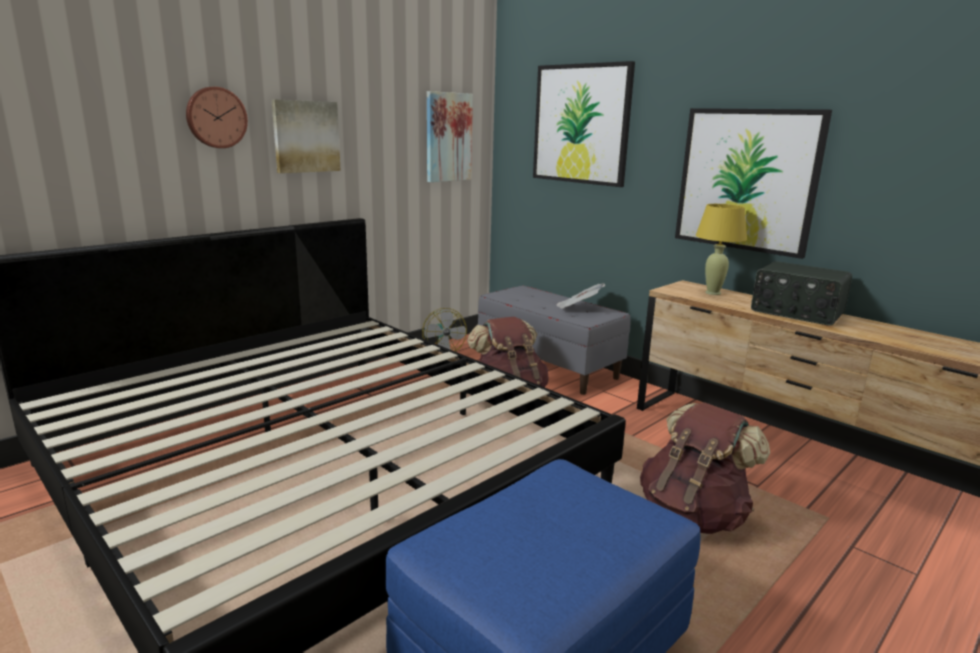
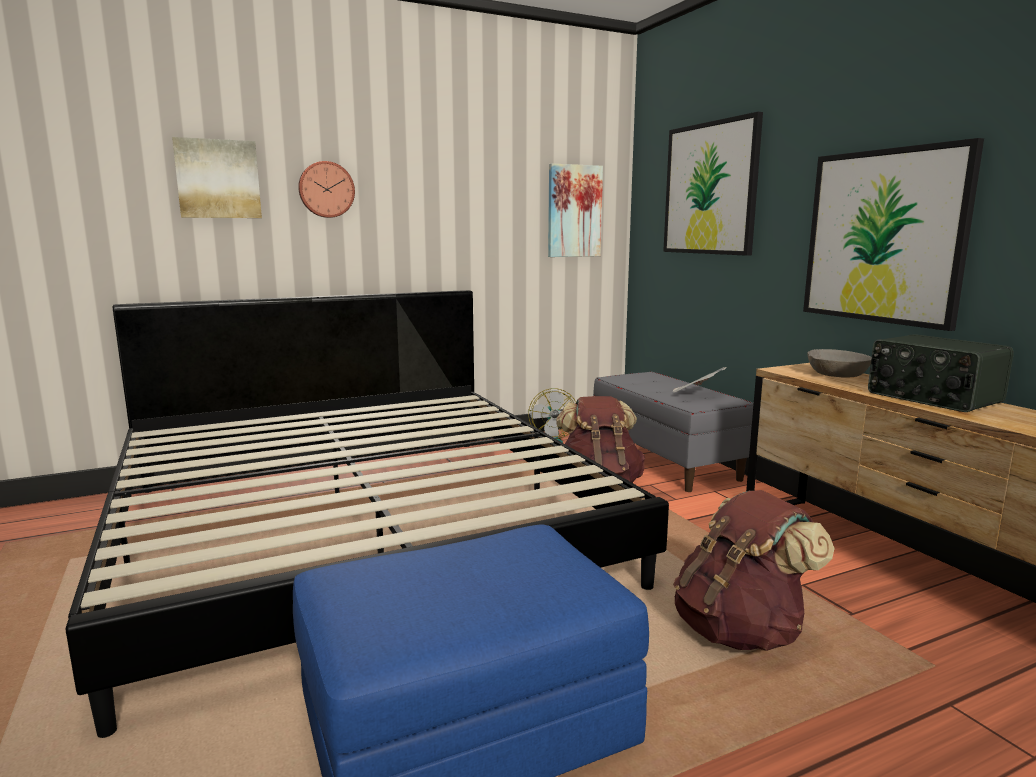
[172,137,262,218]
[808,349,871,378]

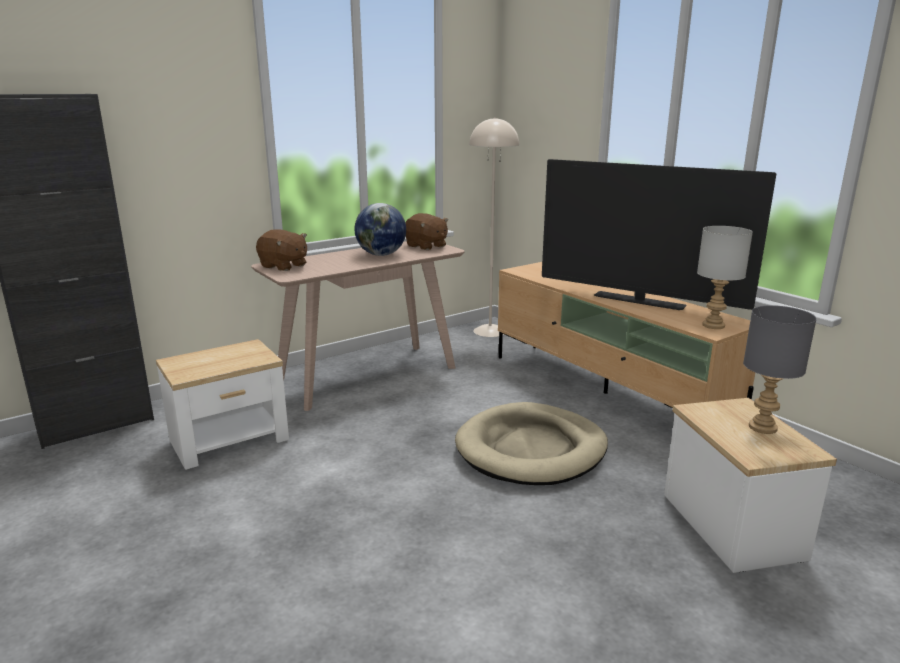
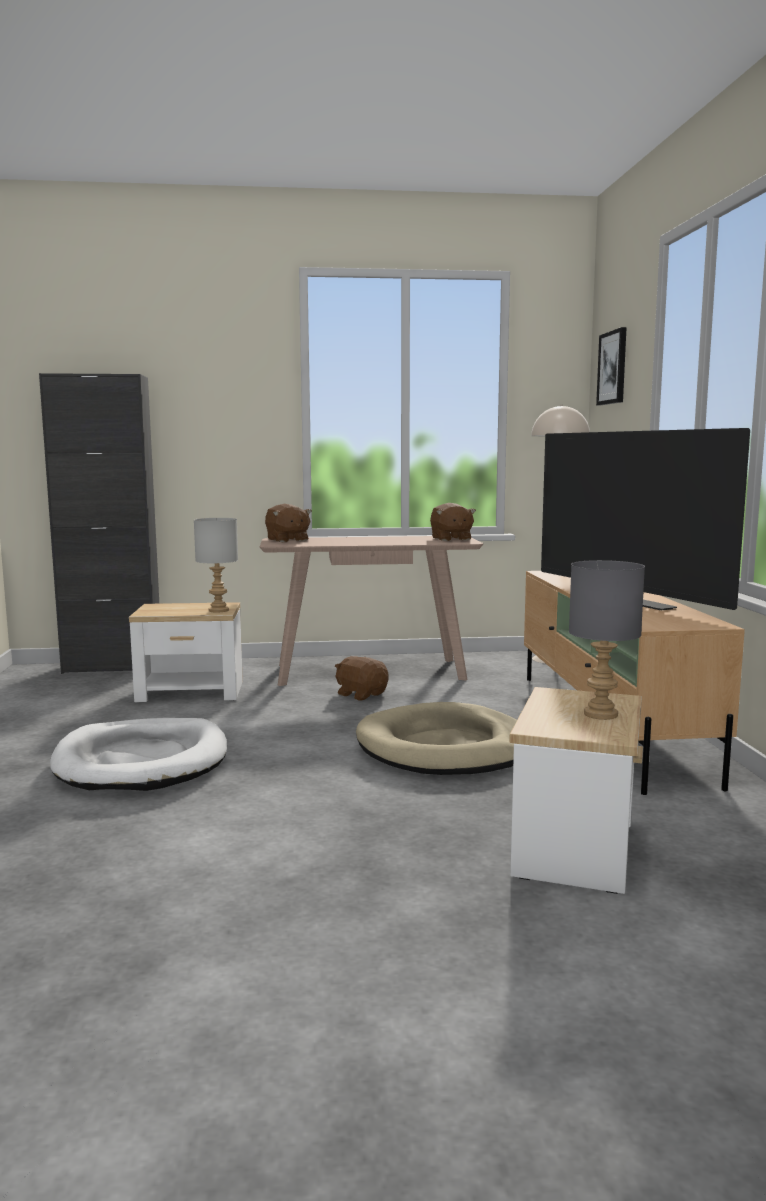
[50,718,227,791]
[194,518,238,612]
[335,656,389,701]
[596,327,627,405]
[354,203,406,256] (first image)

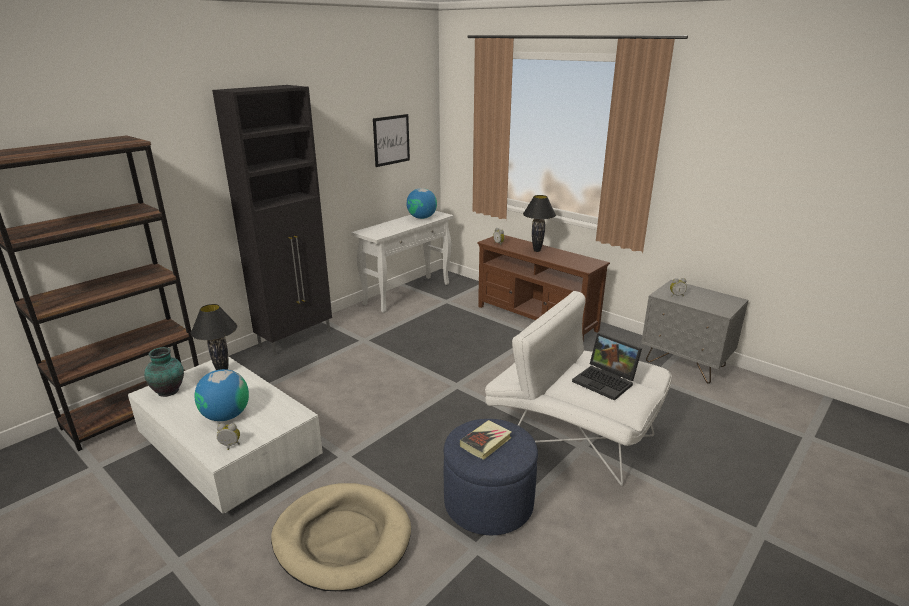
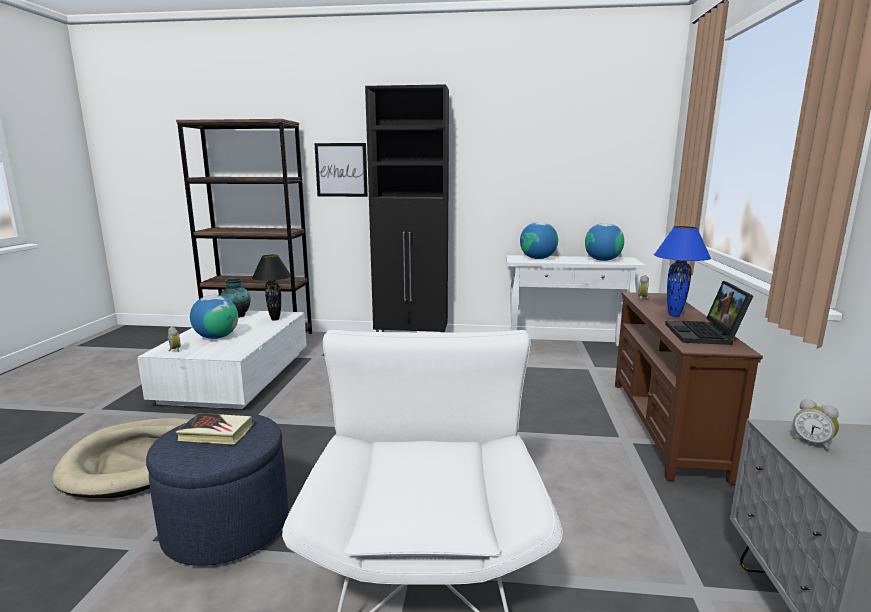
[314,143,368,197]
[520,222,558,259]
[654,226,711,317]
[665,281,753,345]

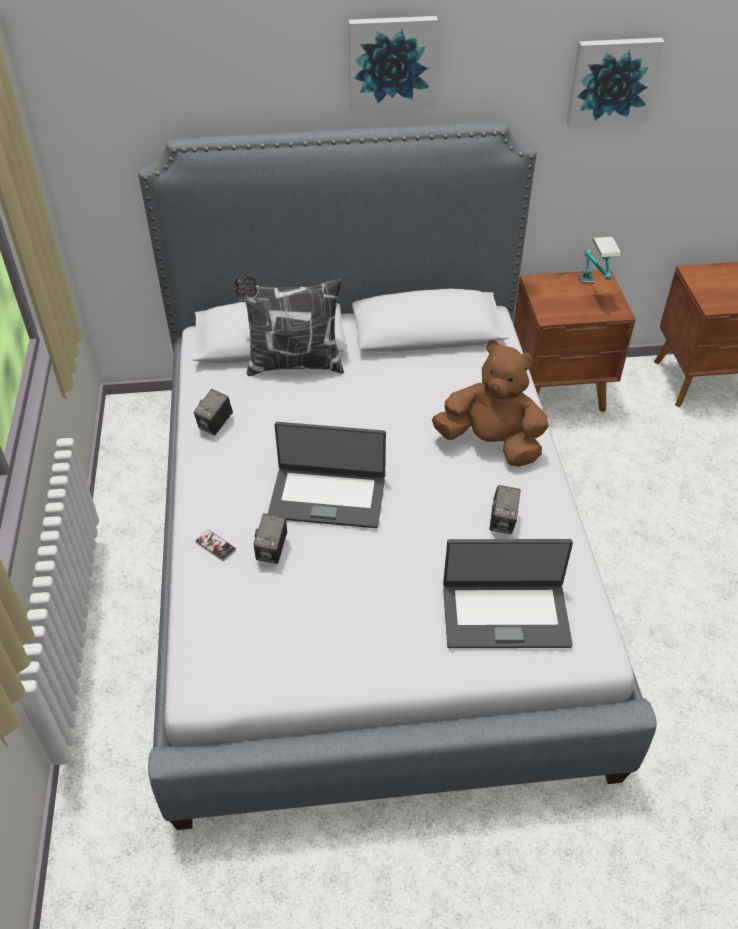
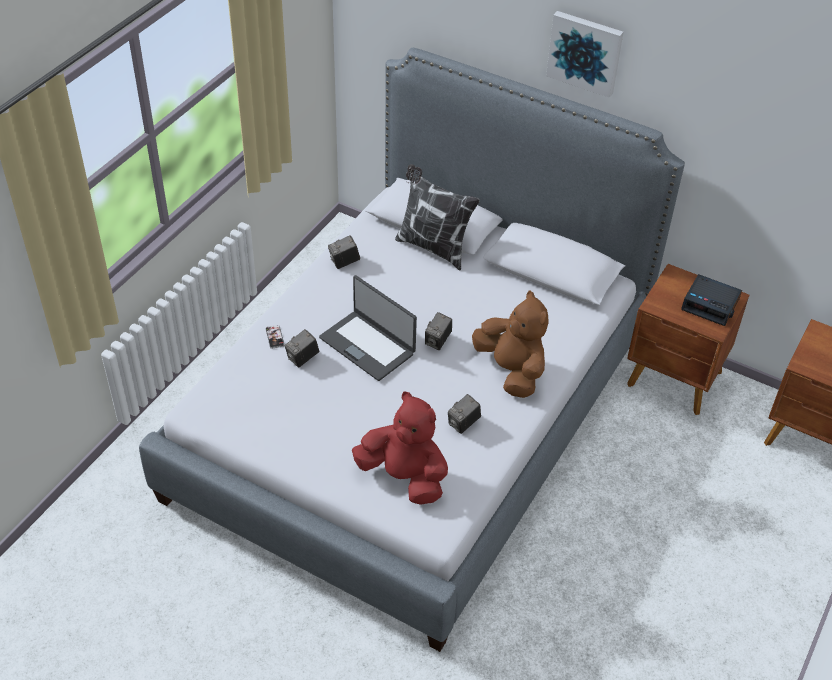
[352,392,448,505]
[425,312,452,350]
[681,274,742,326]
[566,38,665,127] (first image)

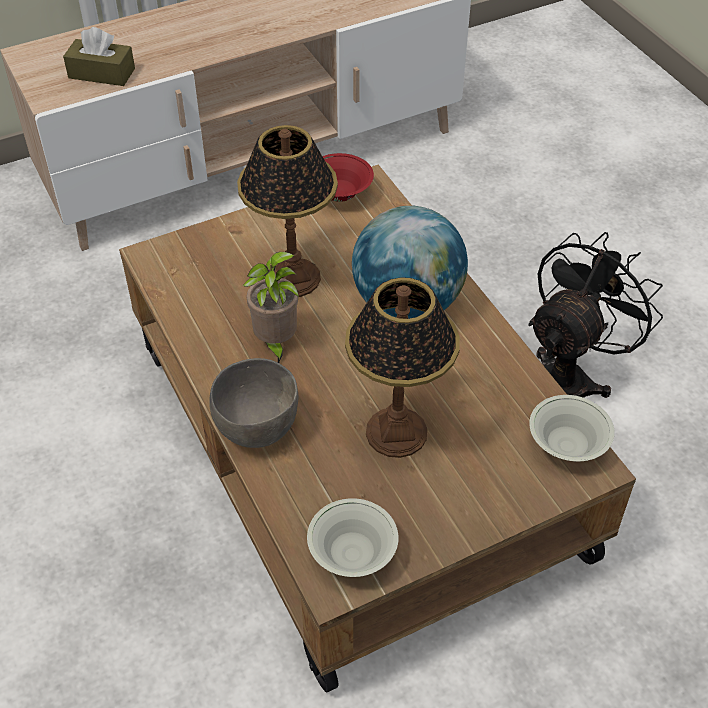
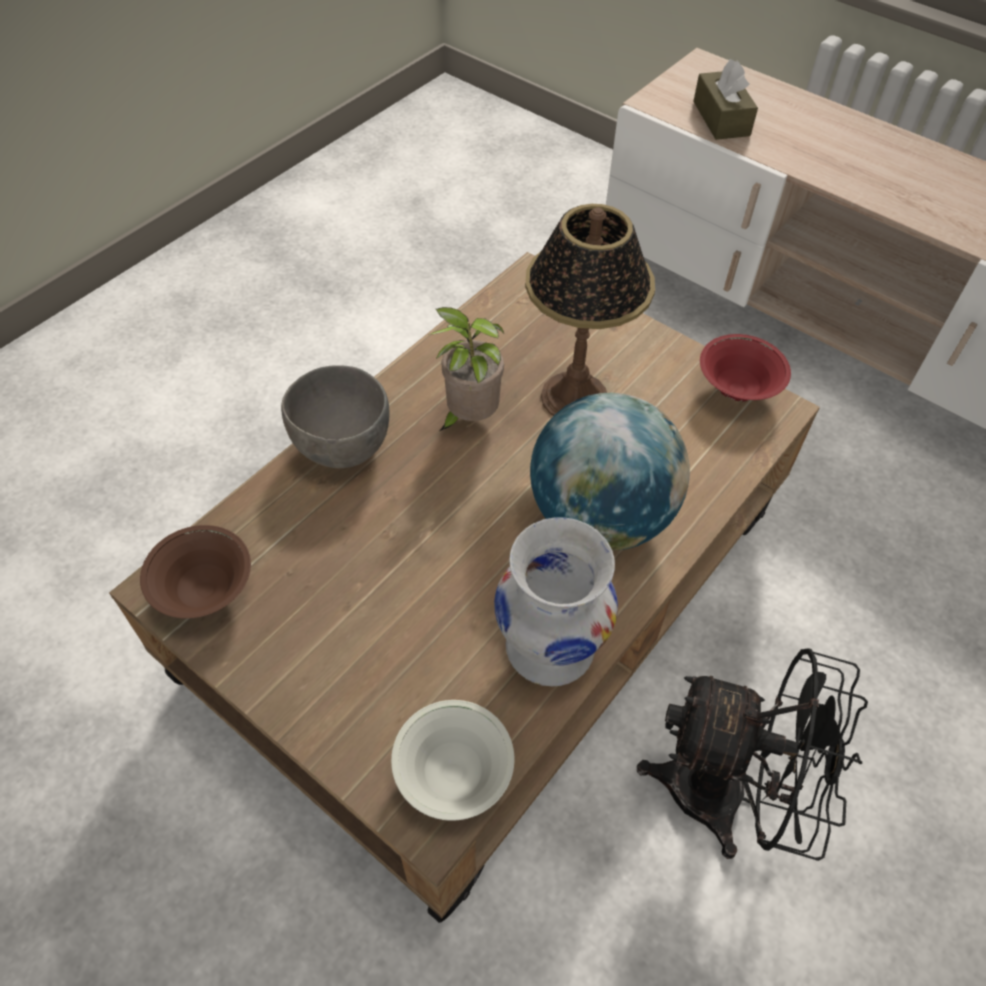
[140,525,251,619]
[494,517,618,686]
[345,277,460,458] (first image)

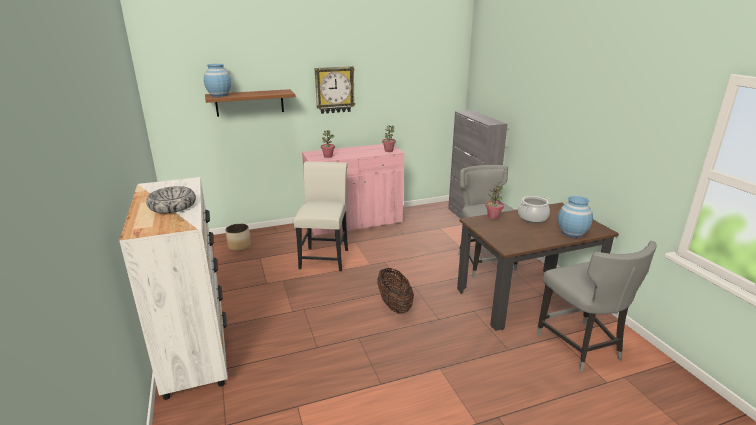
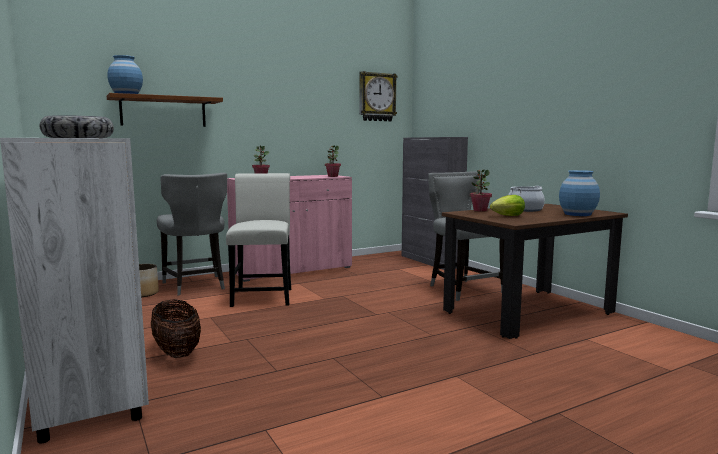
[151,300,201,358]
[157,173,227,295]
[360,71,397,121]
[490,195,525,216]

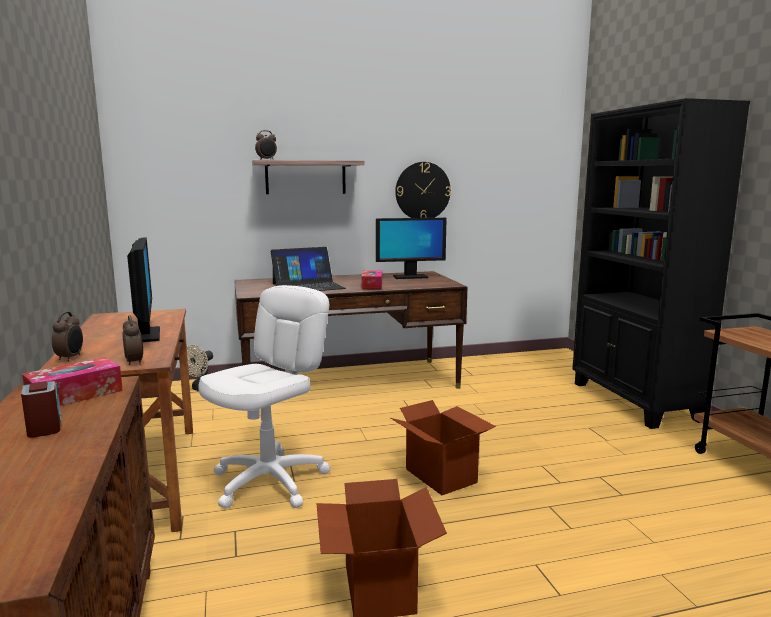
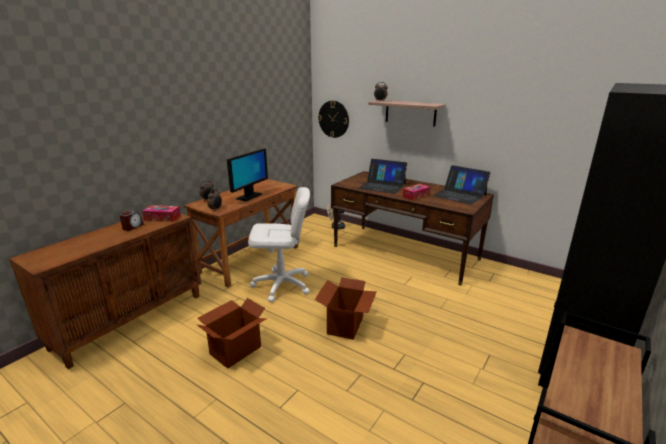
[318,101,349,138]
[433,165,491,205]

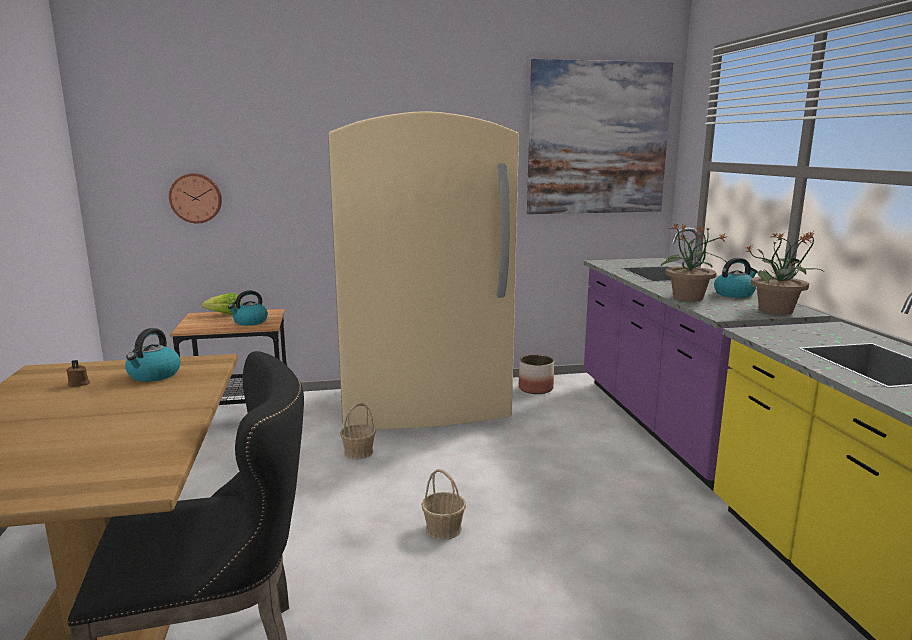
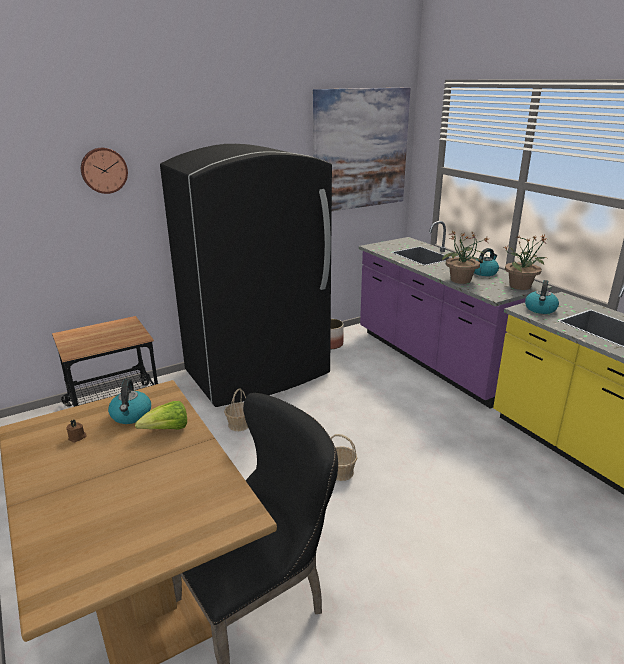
[81,148,128,194]
[135,401,187,430]
[160,144,332,407]
[525,280,559,314]

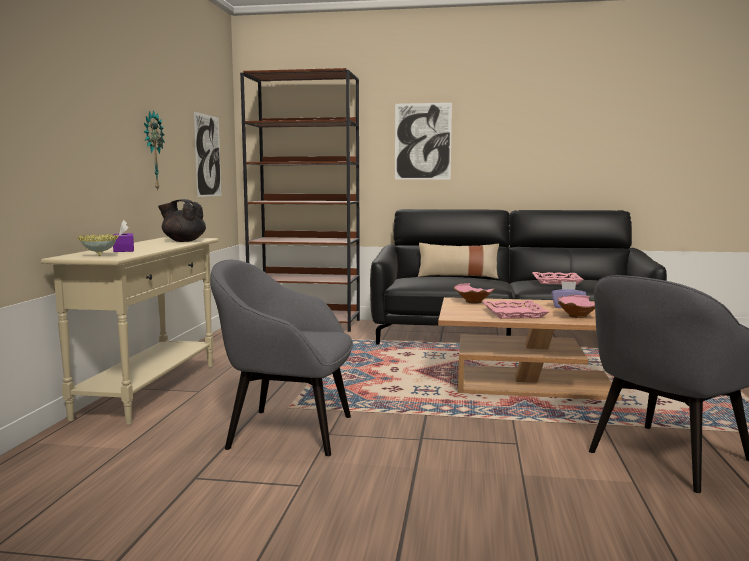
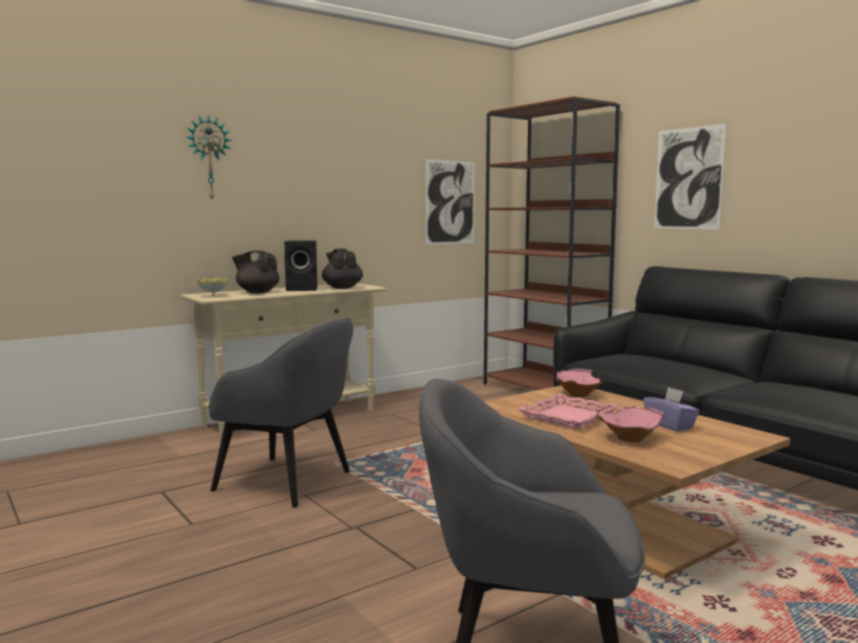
[186,114,232,199]
[208,318,353,508]
[232,250,280,293]
[284,241,317,291]
[418,243,499,279] (first image)
[532,272,584,285] (first image)

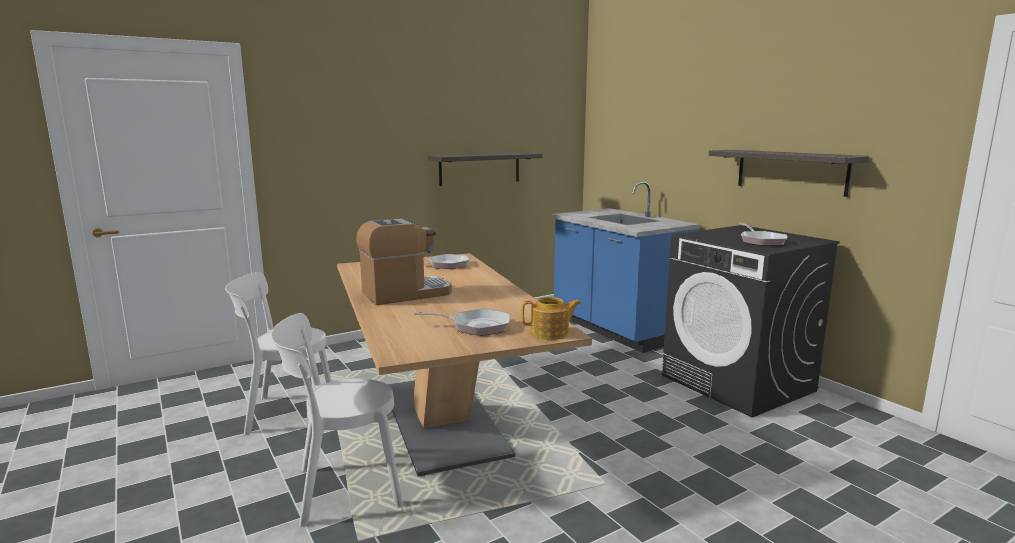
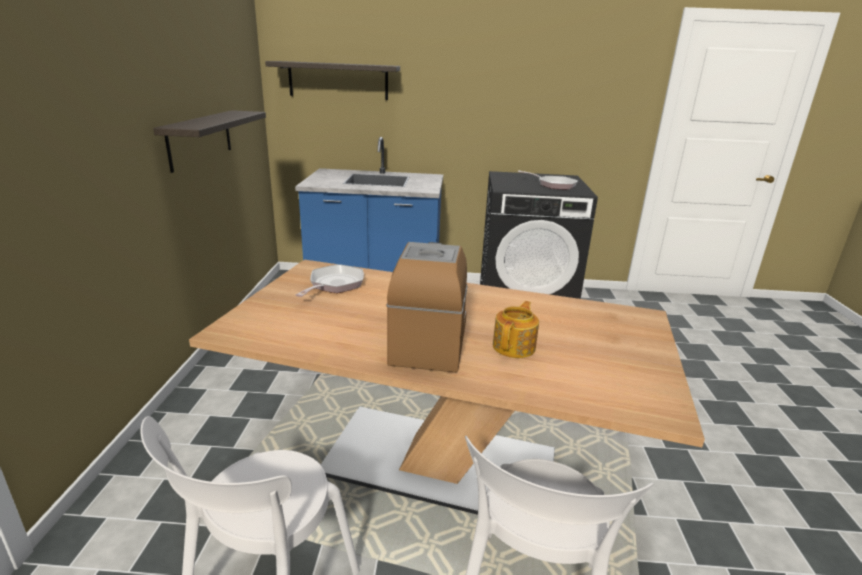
[265,61,400,100]
[493,301,539,358]
[413,308,510,336] (first image)

